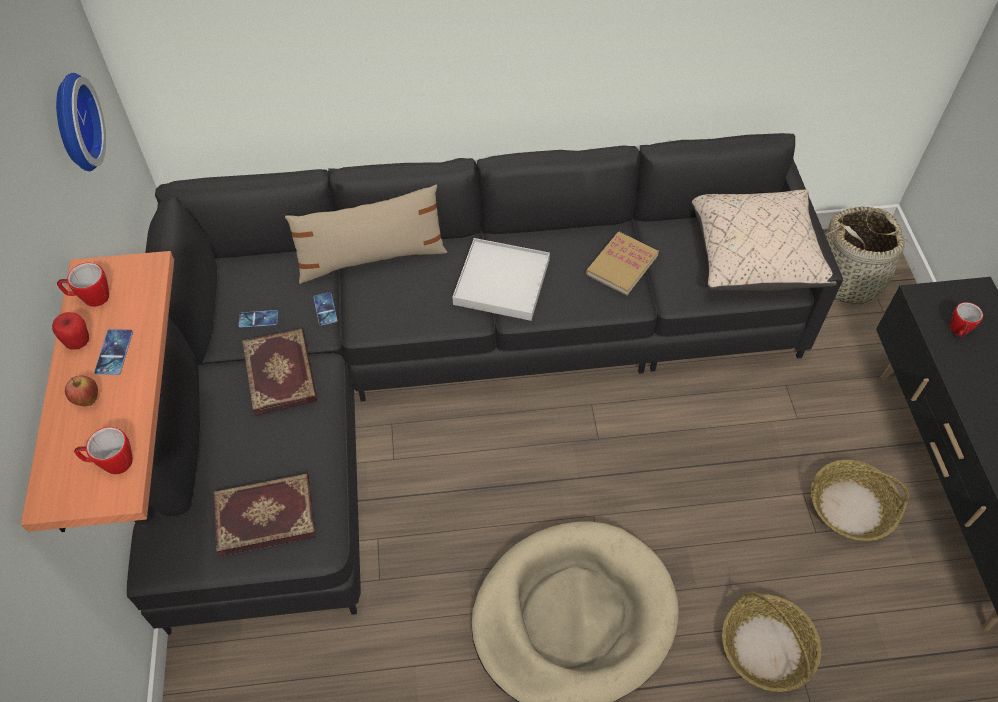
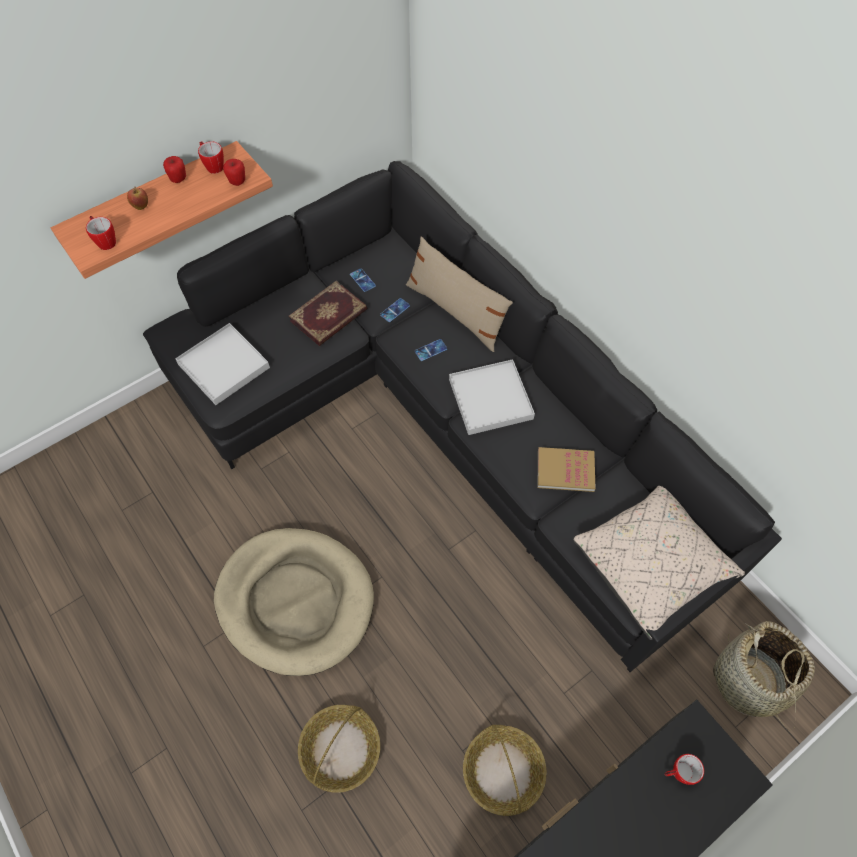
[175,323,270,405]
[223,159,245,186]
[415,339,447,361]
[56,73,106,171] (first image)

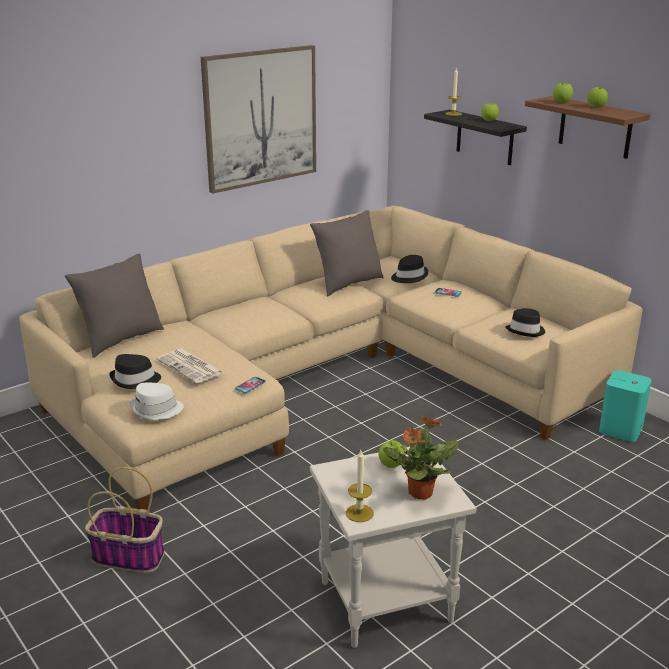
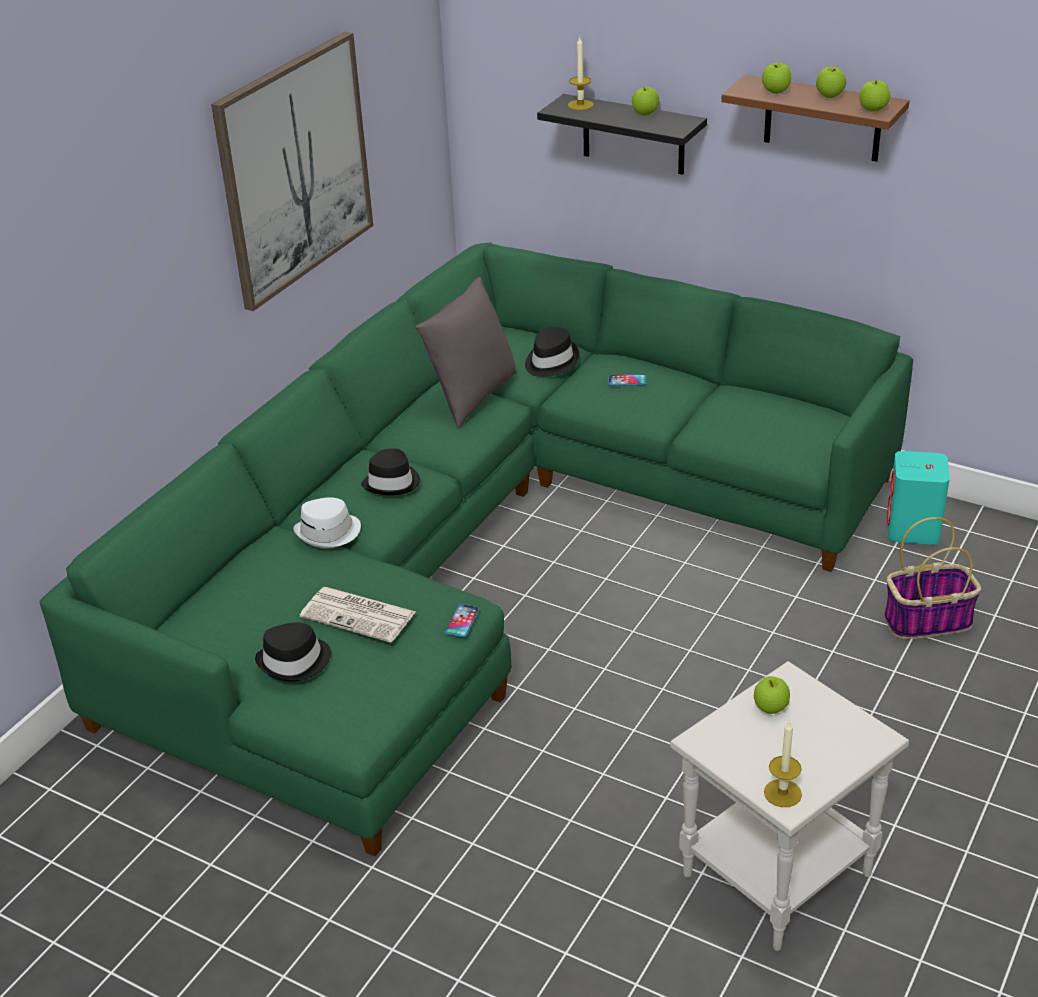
[40,242,913,857]
[293,497,361,548]
[361,448,420,495]
[859,80,890,111]
[884,517,981,639]
[65,254,164,358] (first image)
[383,415,459,500] (first image)

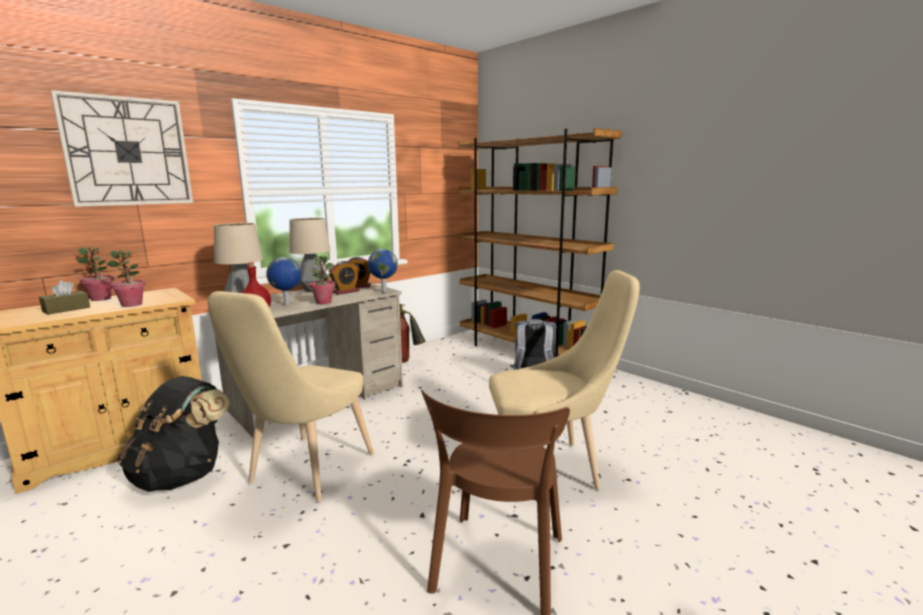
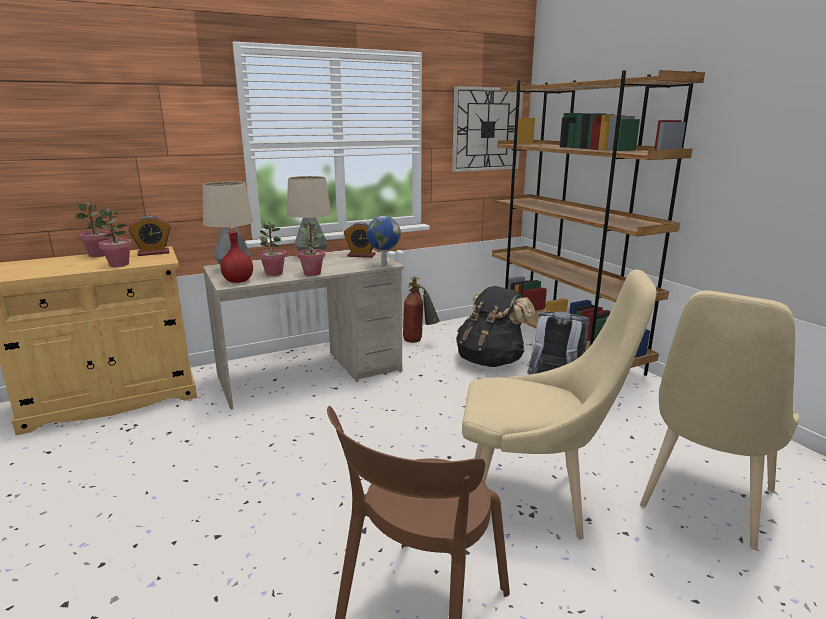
[128,216,171,256]
[258,221,287,276]
[452,86,523,172]
[456,286,535,367]
[640,290,799,550]
[39,280,90,315] (first image)

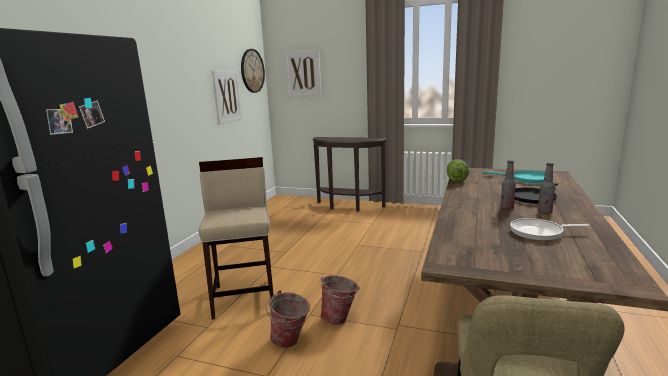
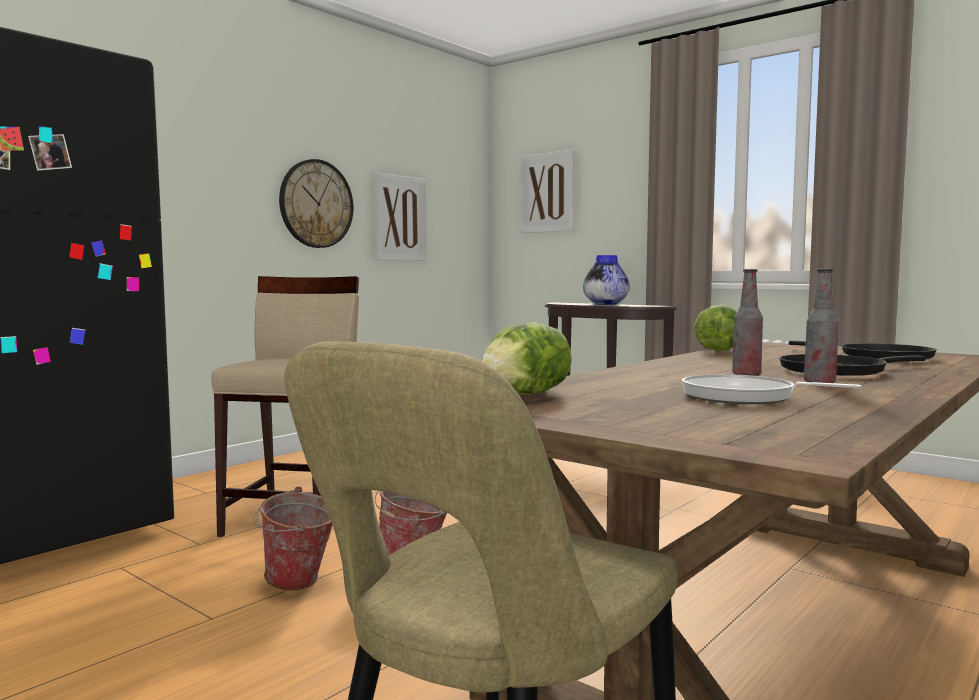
[279,159,354,248]
[481,322,572,394]
[583,255,630,305]
[788,341,937,360]

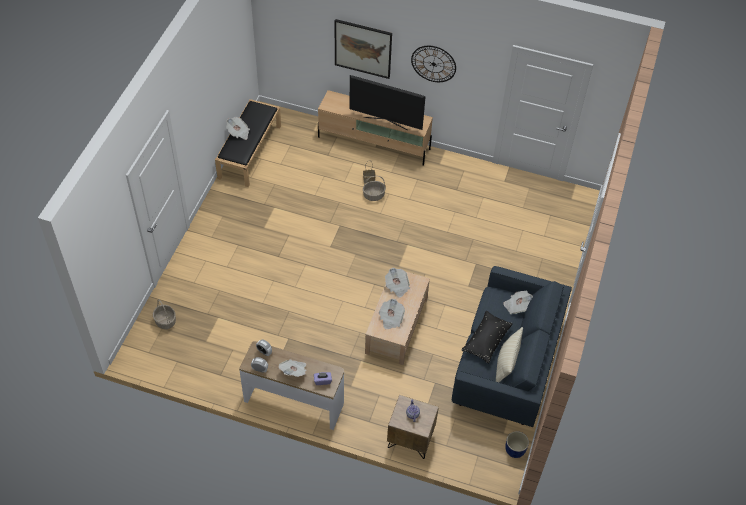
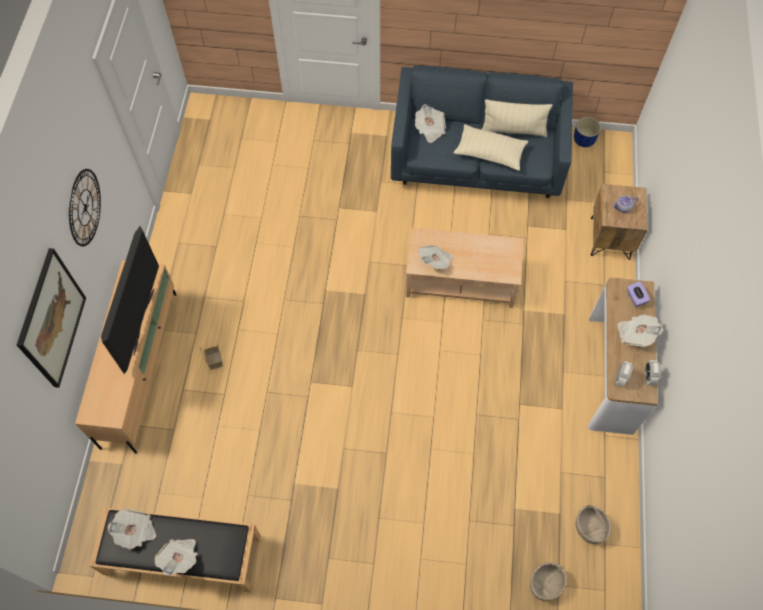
[108,509,156,550]
[454,124,528,171]
[575,505,611,544]

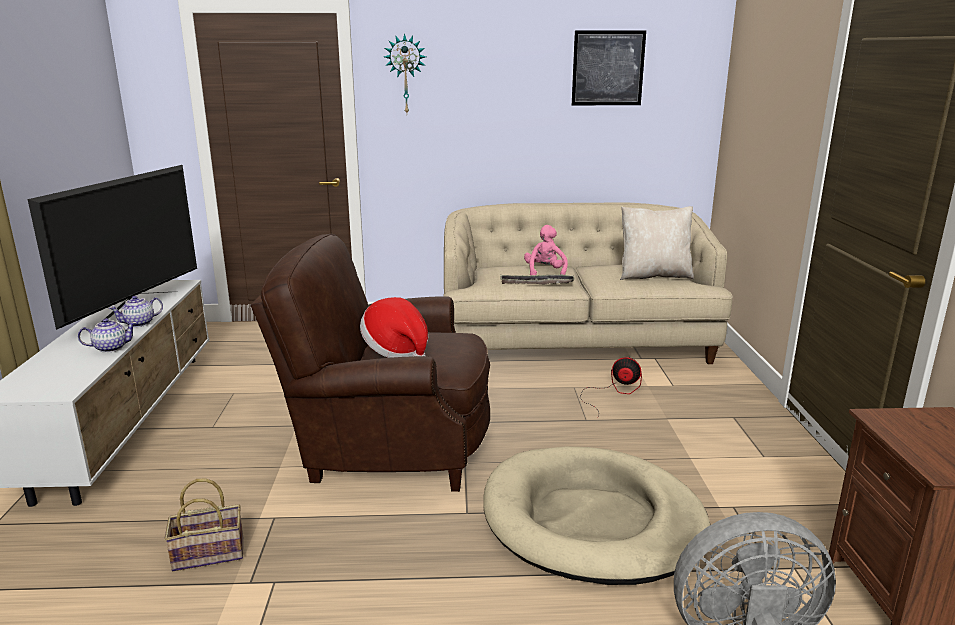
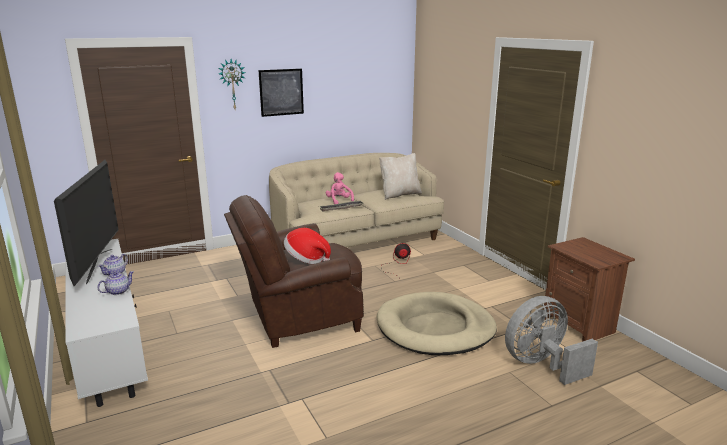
[258,69,304,117]
[164,478,243,571] (first image)

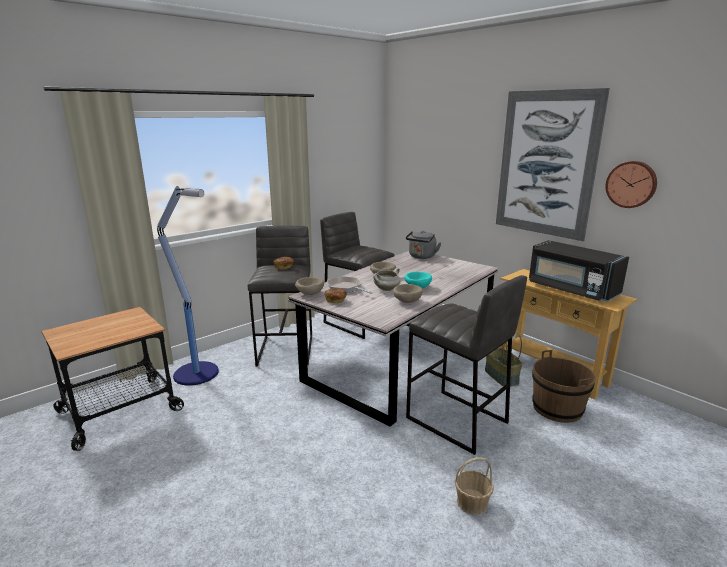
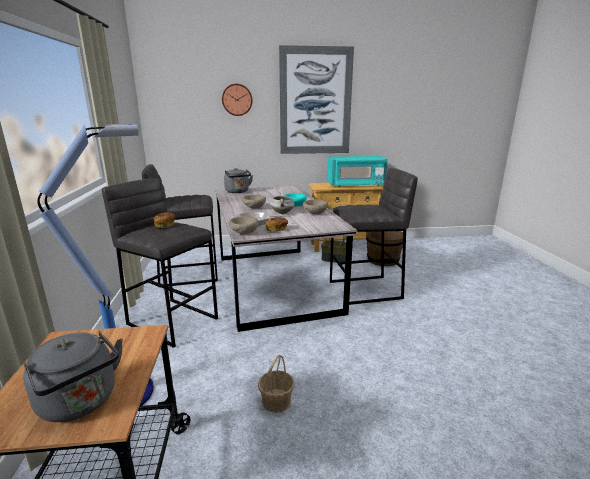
[23,331,123,422]
[222,84,252,116]
[258,354,295,413]
[327,156,388,187]

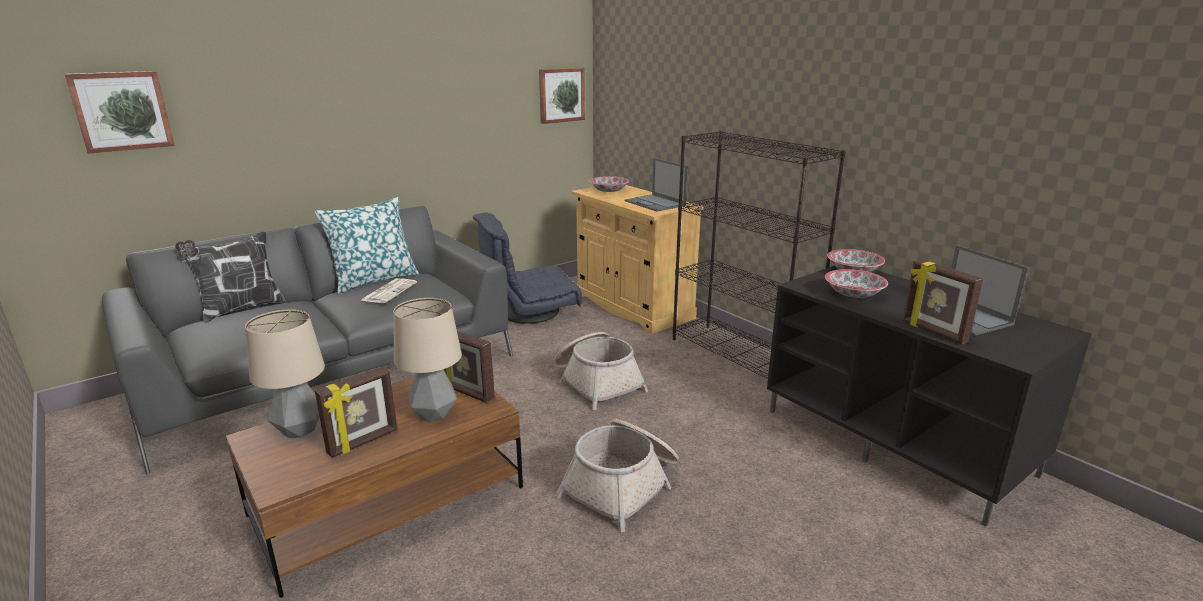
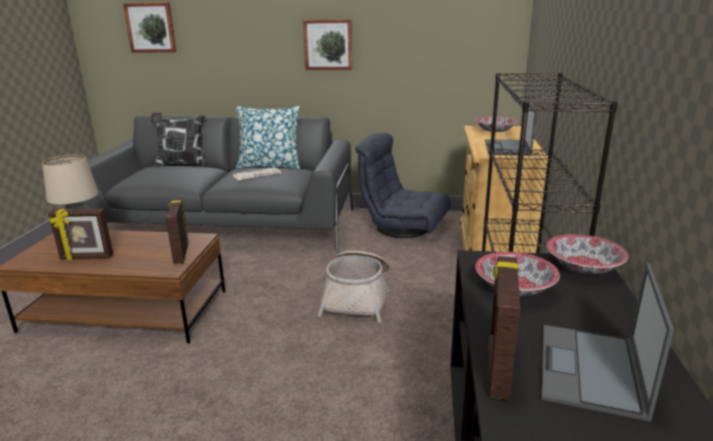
[303,19,352,70]
[393,298,462,422] (first image)
[555,419,679,532] (first image)

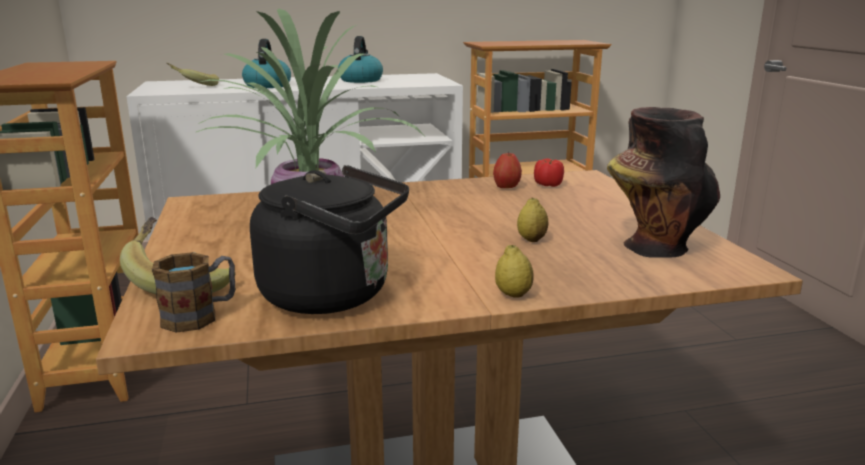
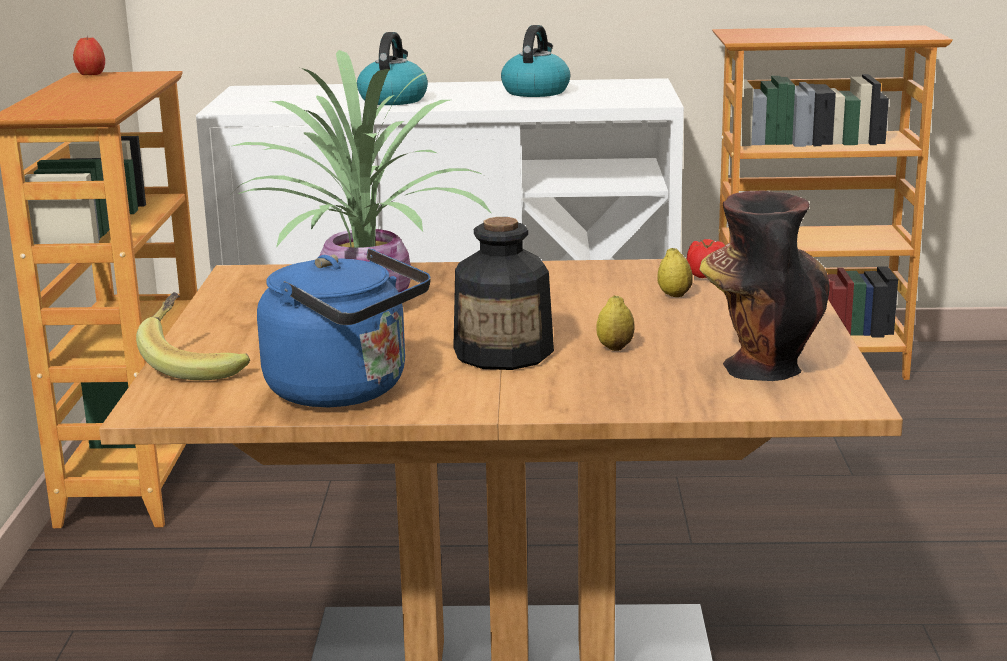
[73,36,105,75]
[257,248,431,407]
[453,217,554,370]
[658,248,693,297]
[152,252,235,333] (first image)
[167,63,219,86] (first image)

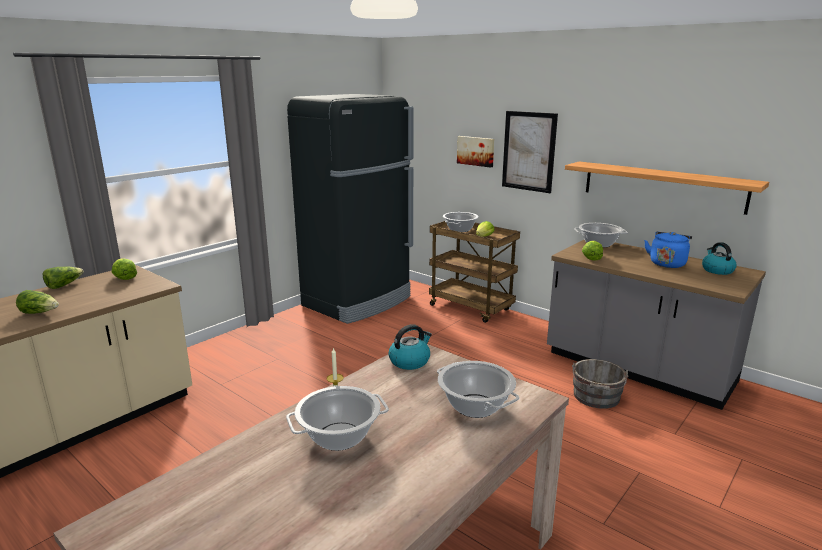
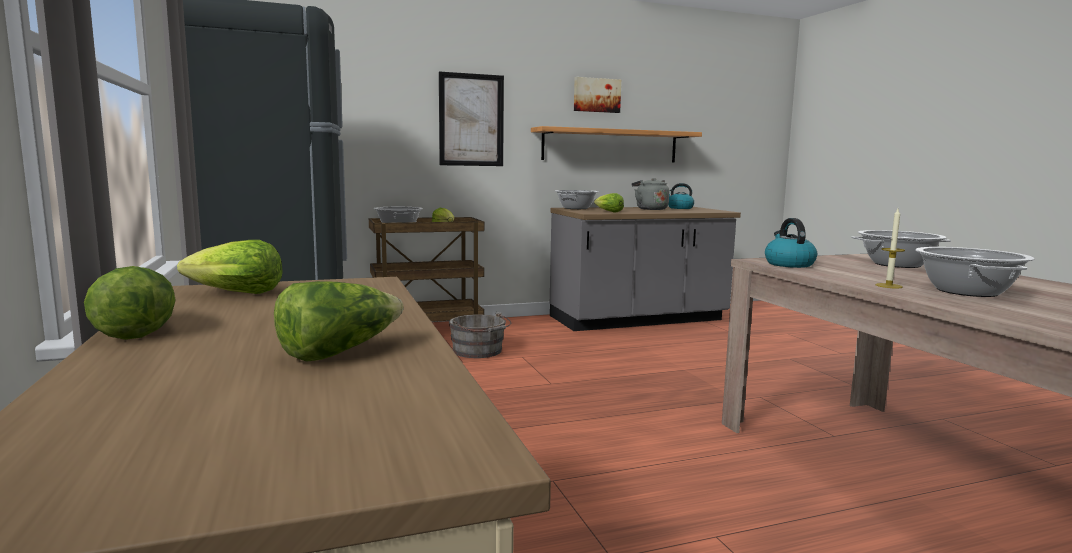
[449,312,511,358]
[574,77,621,113]
[632,178,669,210]

